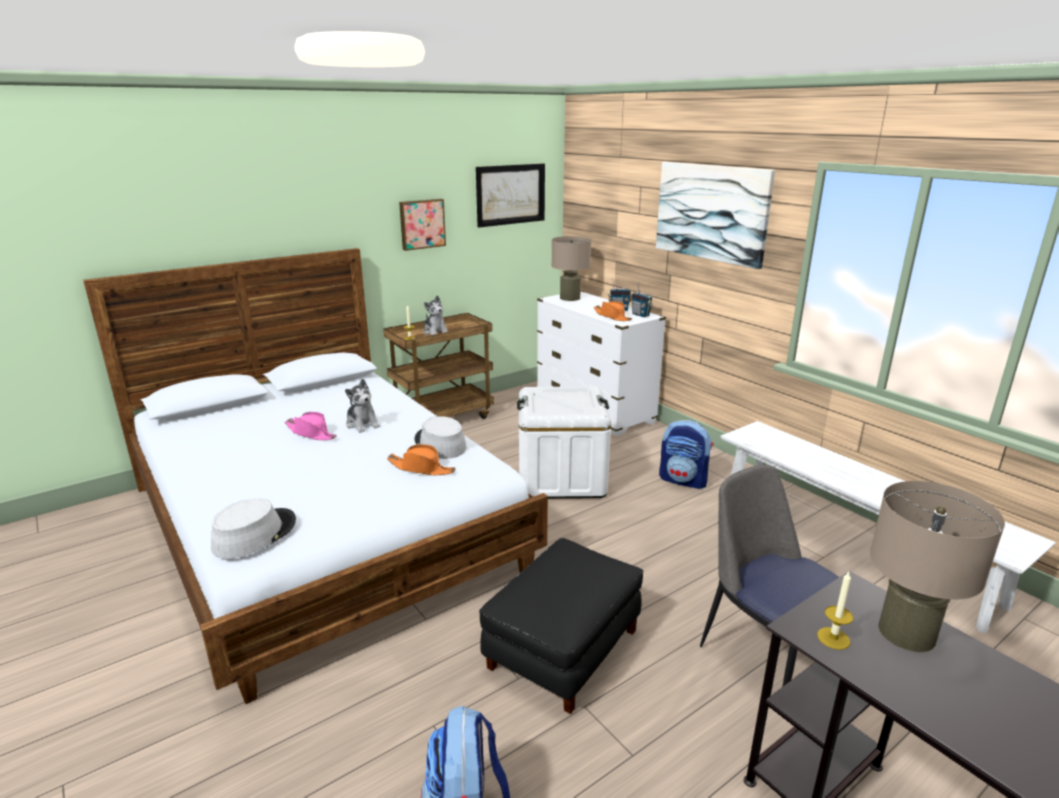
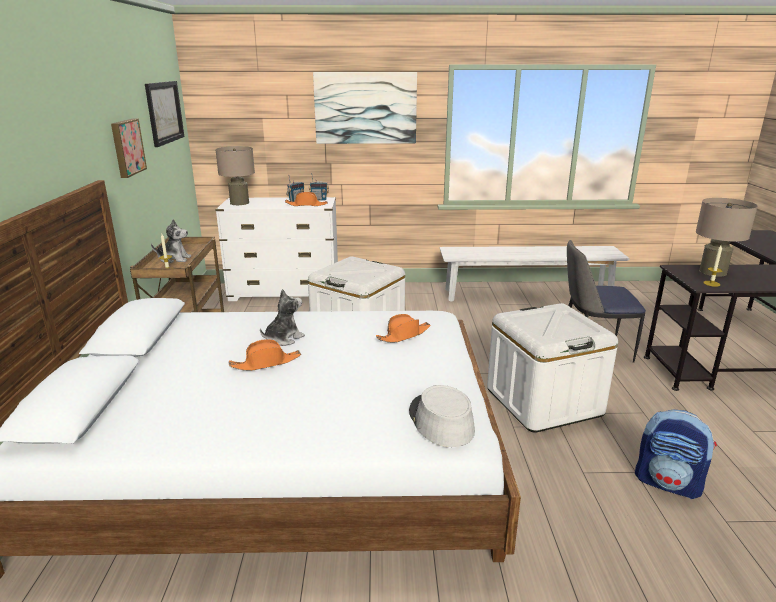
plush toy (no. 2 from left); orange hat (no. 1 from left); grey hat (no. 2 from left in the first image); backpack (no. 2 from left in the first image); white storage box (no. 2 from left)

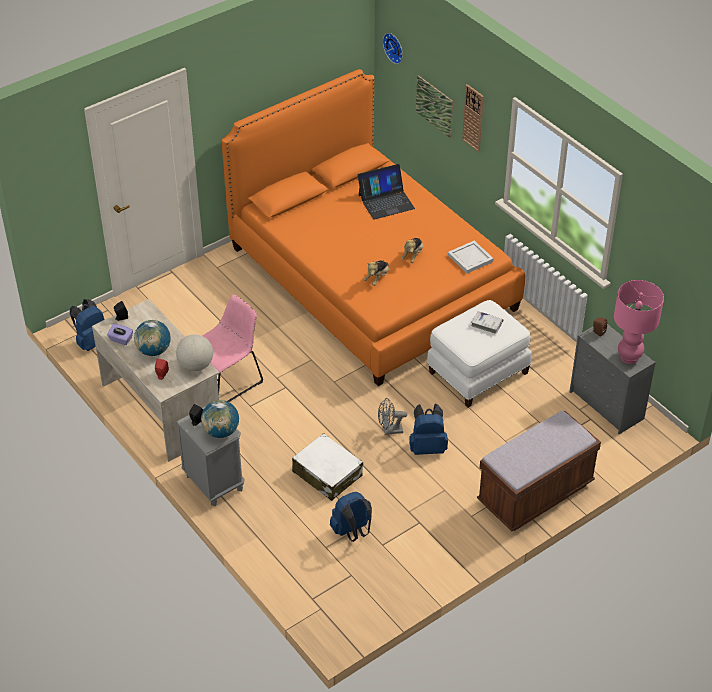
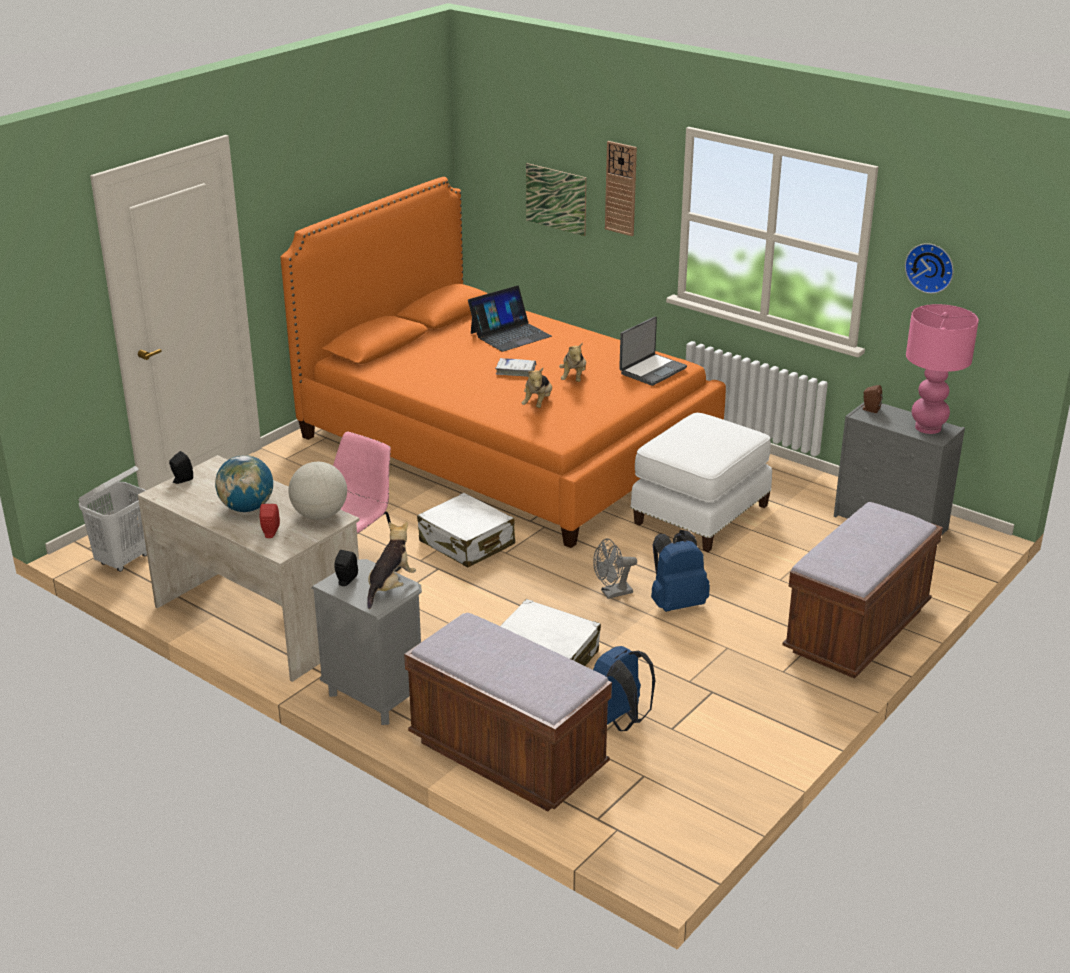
wall clock (no. 2 from left); laptop (no. 2 from left); white laundry basket; white book; purple tissue box; plush toy (no. 1 from left); white suitcase (no. 1 from left); brown bench (no. 1 from left)

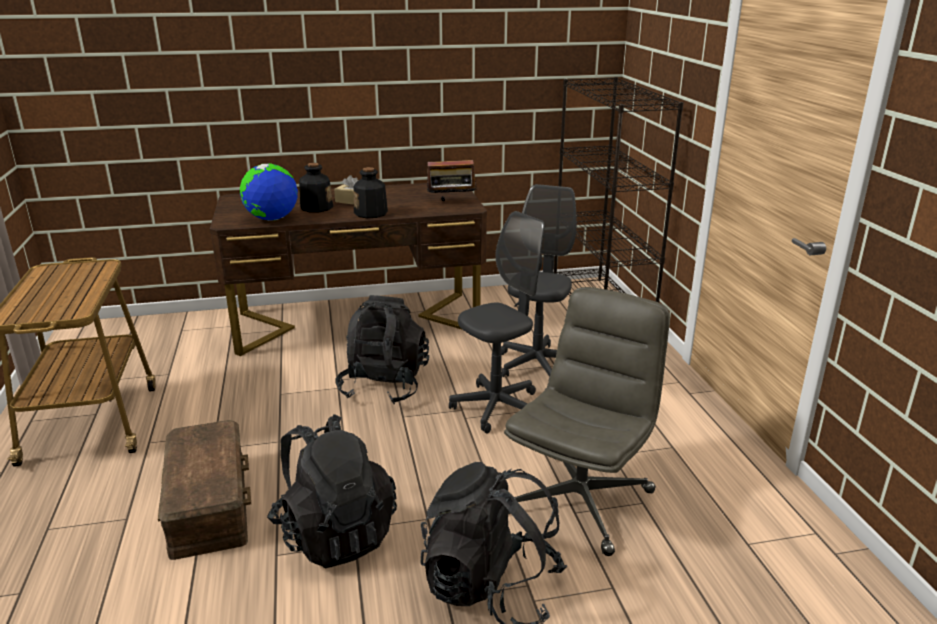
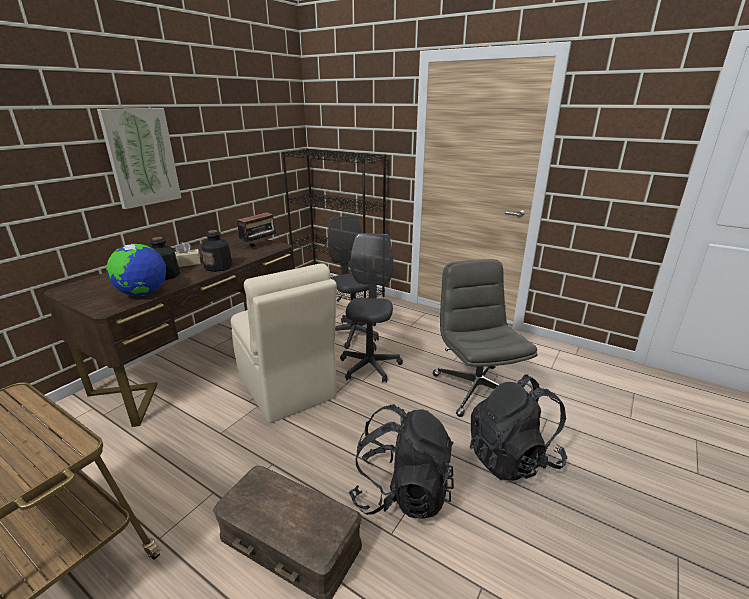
beige chair; picture

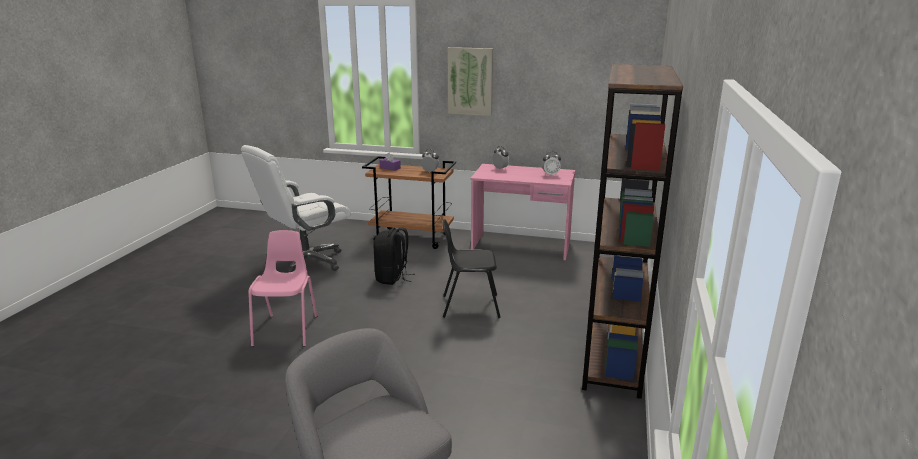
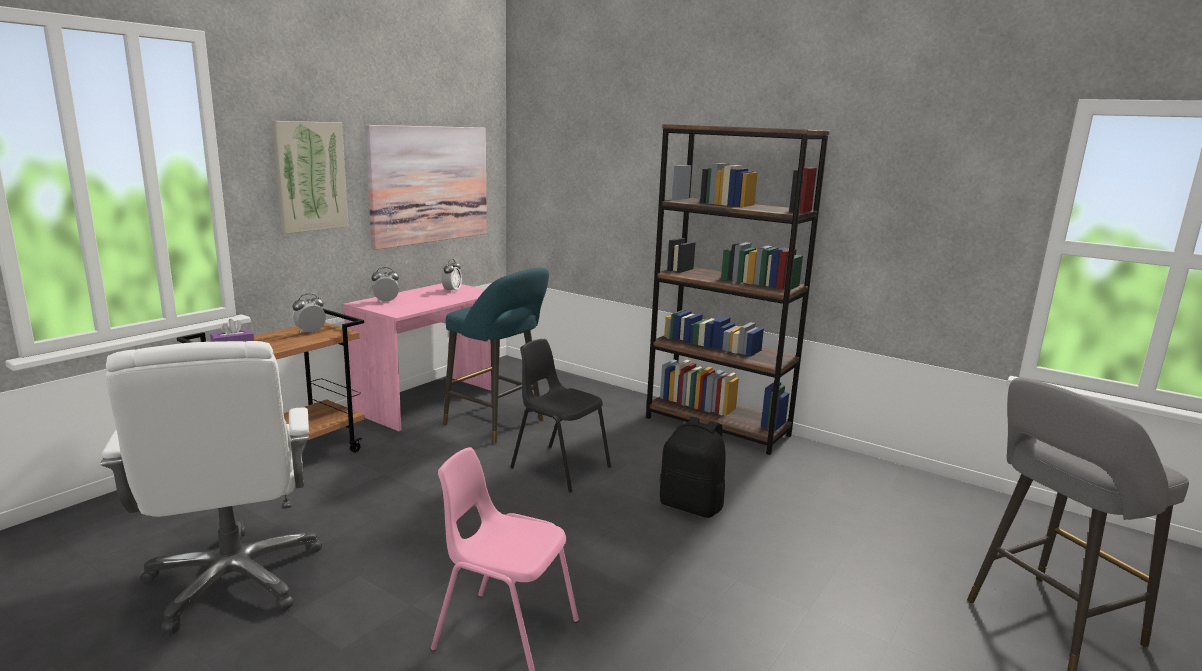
black chair; black backpack; picture (no. 2 from left); turquoise stool

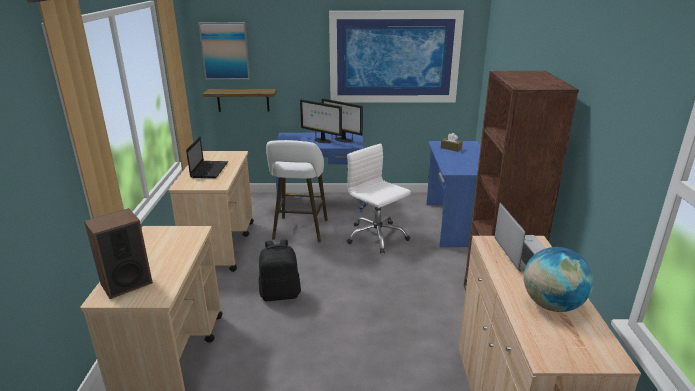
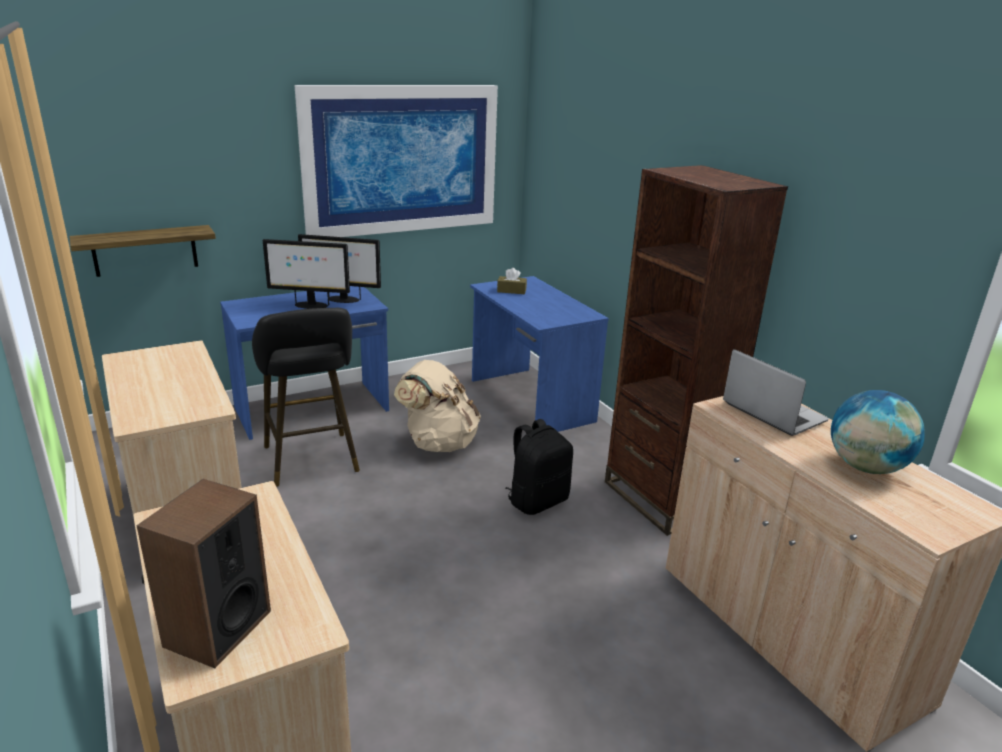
picture (no. 1 from left in the first image); laptop (no. 1 from left in the first image); black stool; beige backpack; black backpack

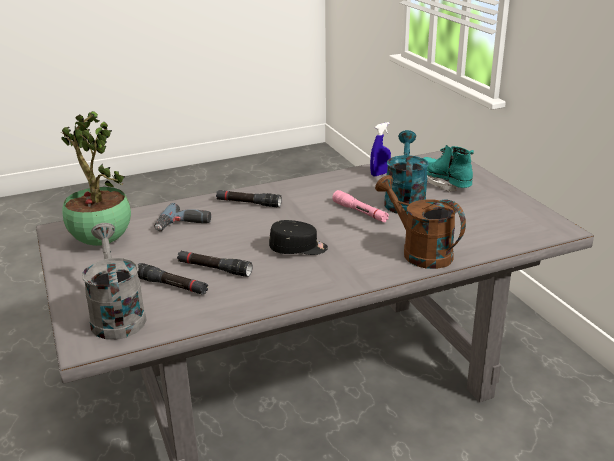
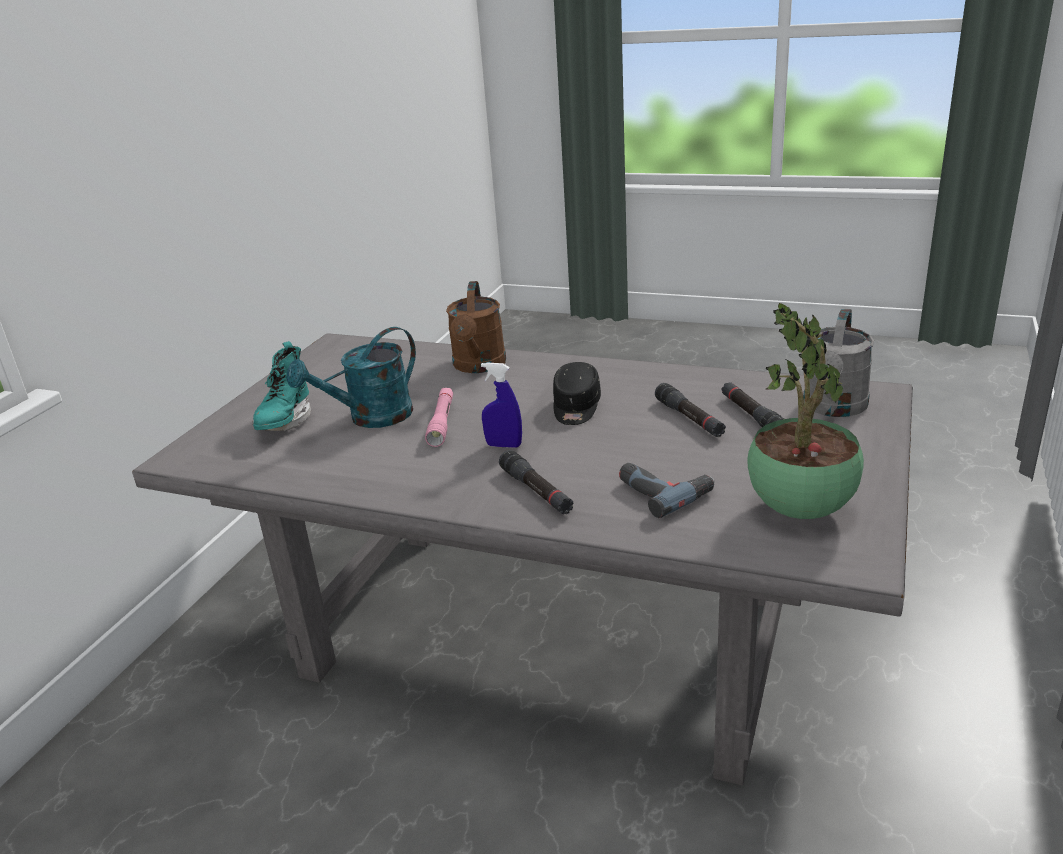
blue spray bottle; black cap

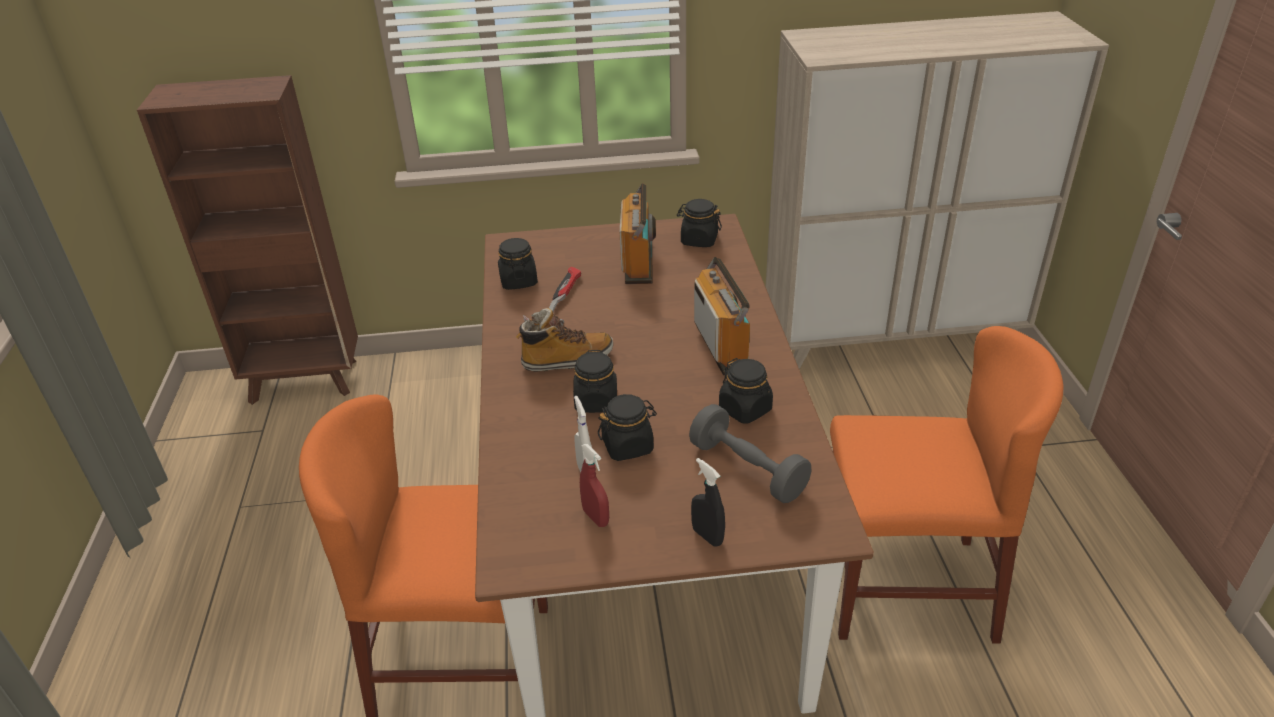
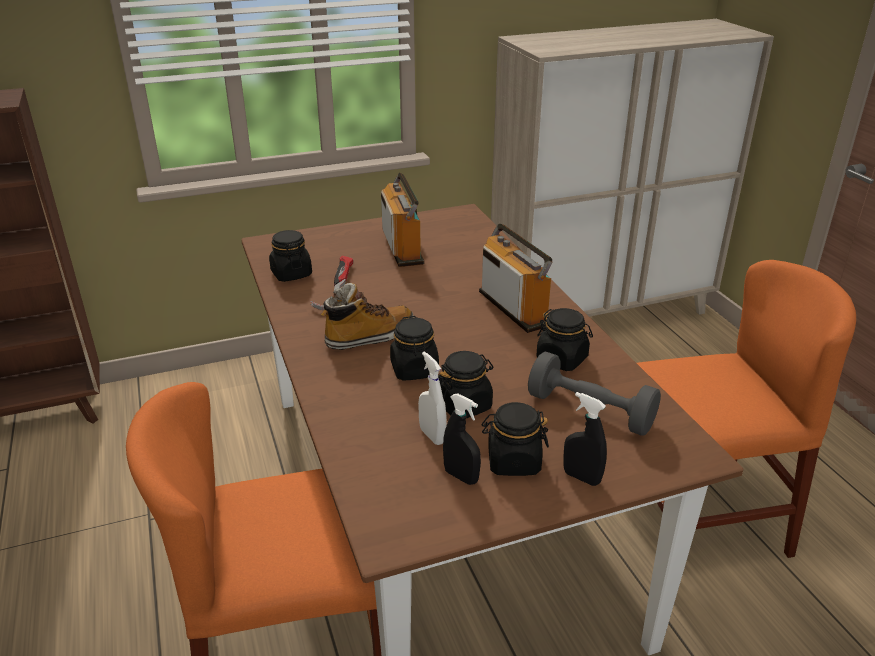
black jar (no. 4 from left); black spray bottle (no. 1 from left)

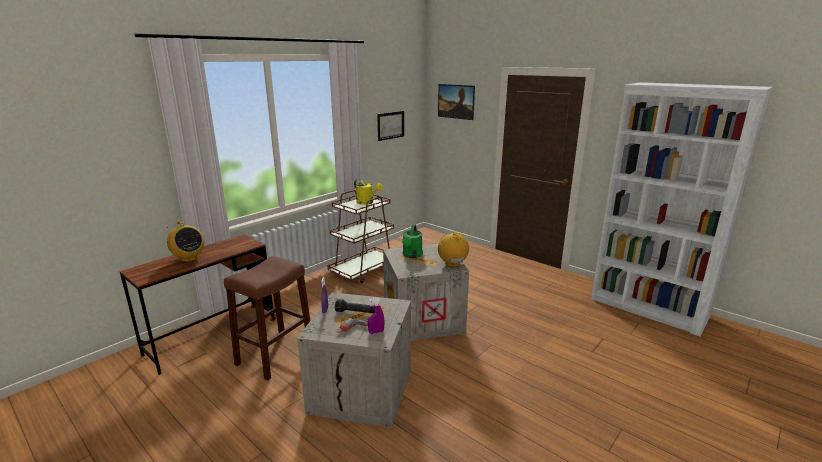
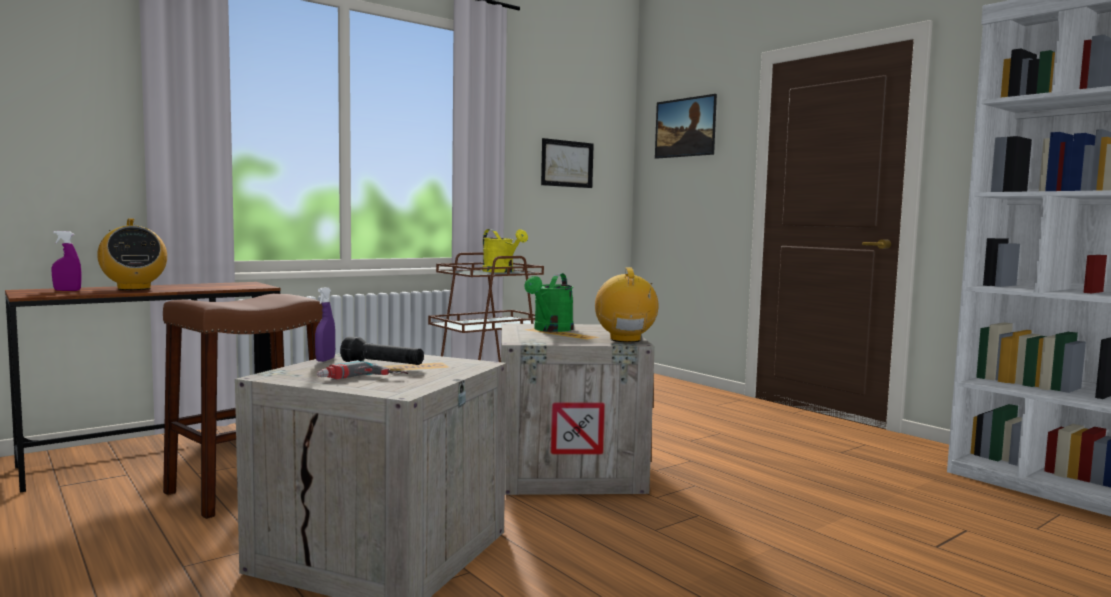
purple spray bottle (no. 1 from left)

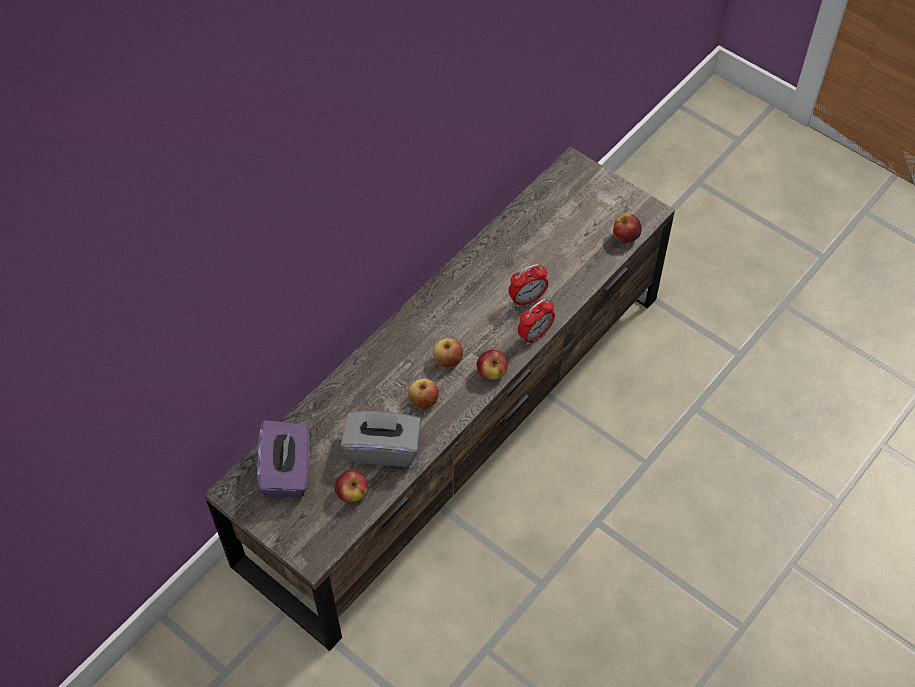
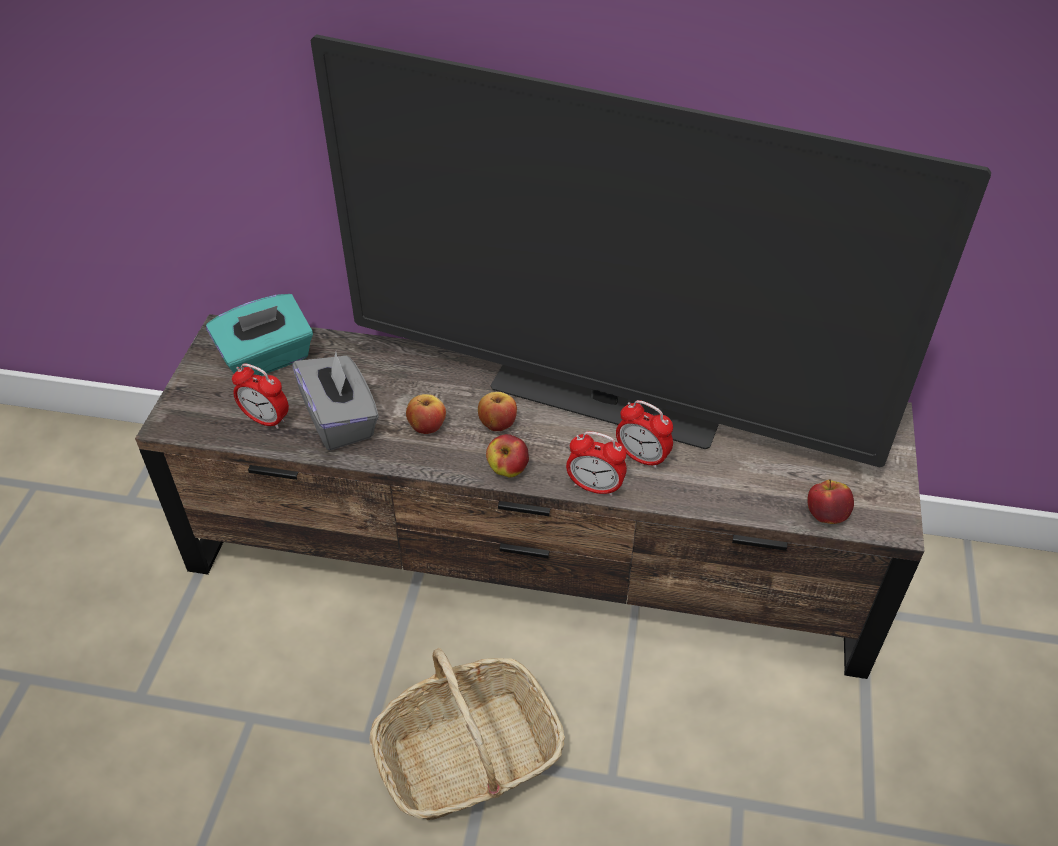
turquoise tissue box; alarm clock (no. 1 from left); television; basket

